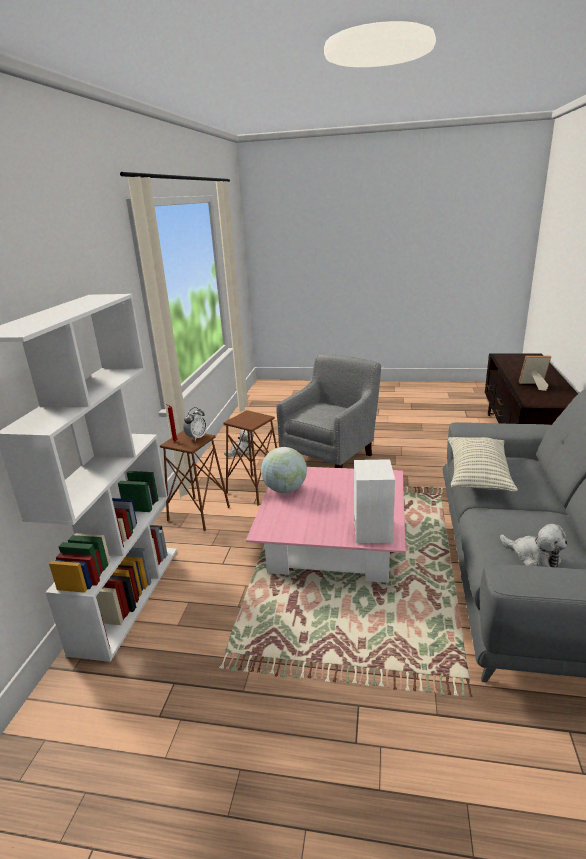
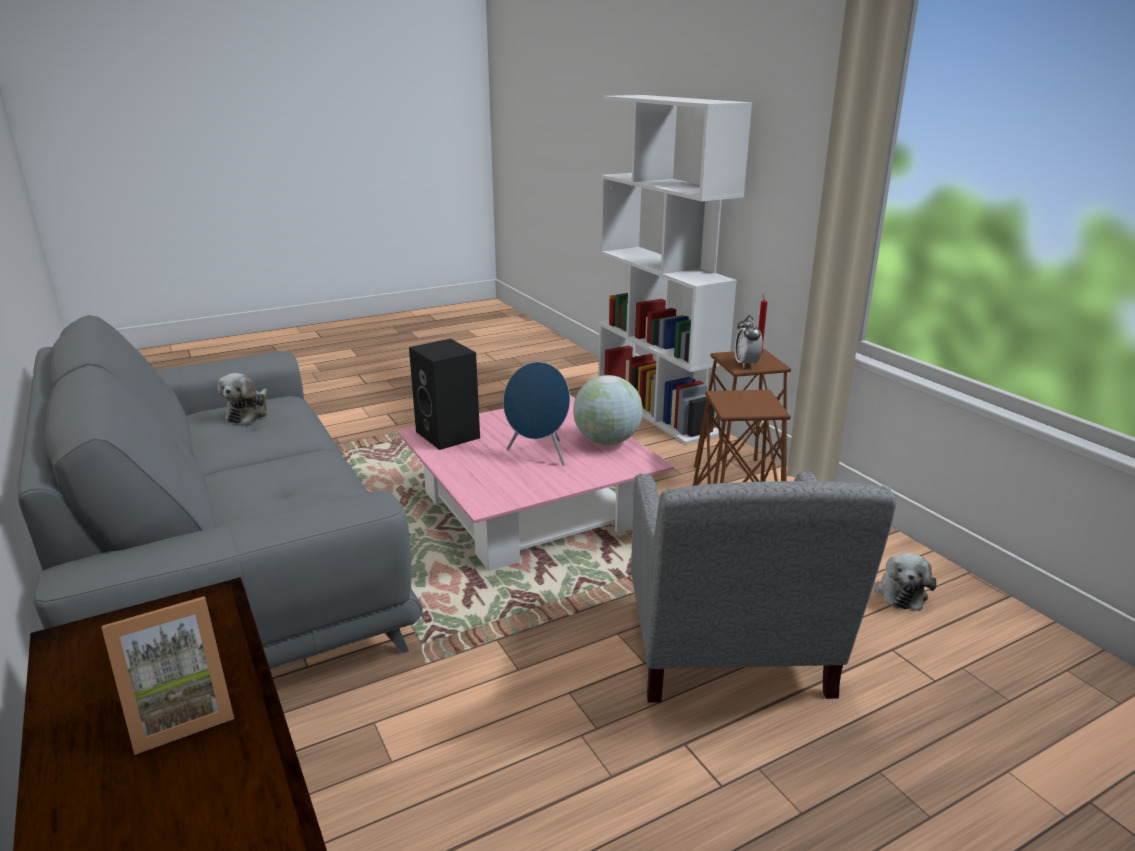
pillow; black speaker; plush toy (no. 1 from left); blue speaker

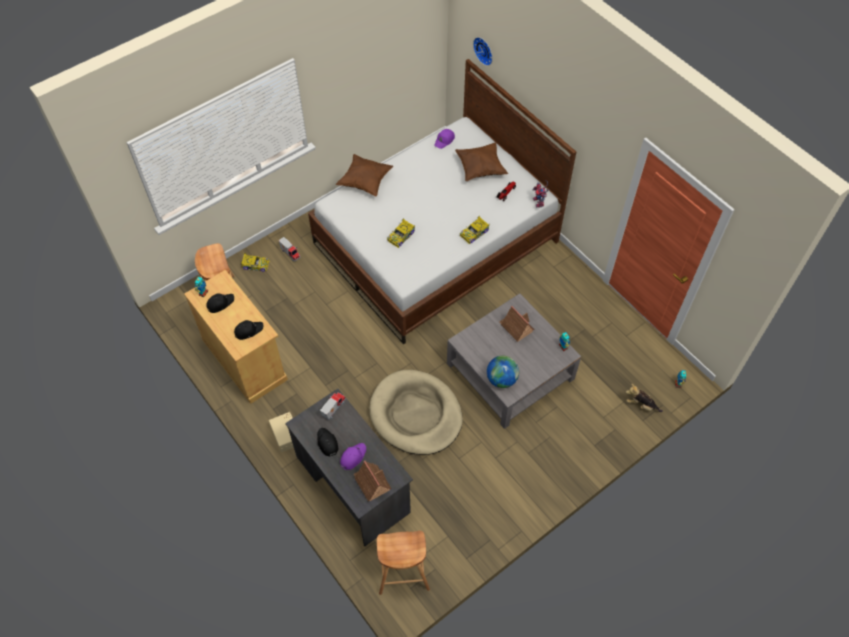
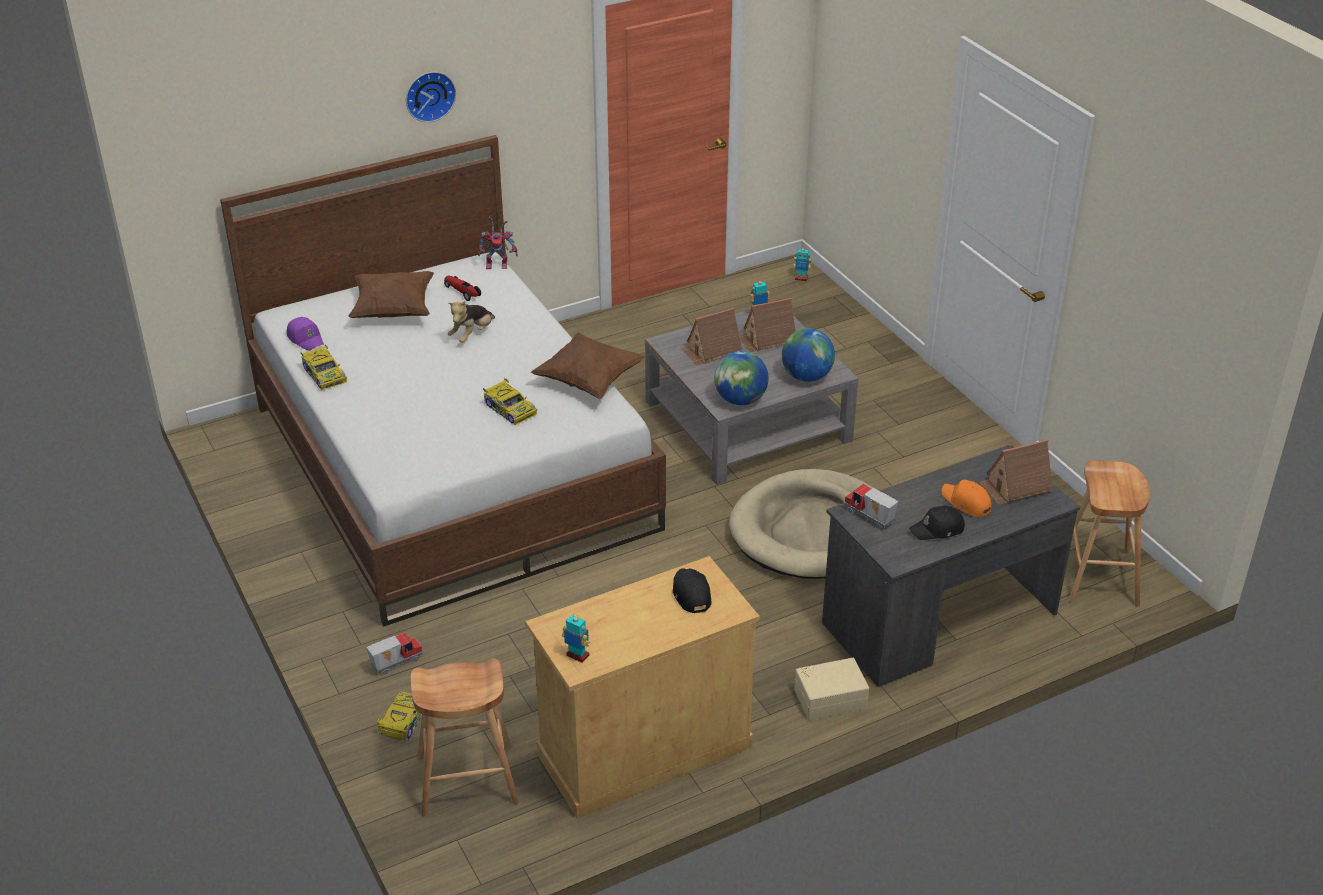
wall clock; brown pillow (no. 2 from left); toy car (no. 1 from left); black cap (no. 1 from left in the first image); plush toy; orange cap; toy house (no. 2 from left); globe (no. 1 from left)

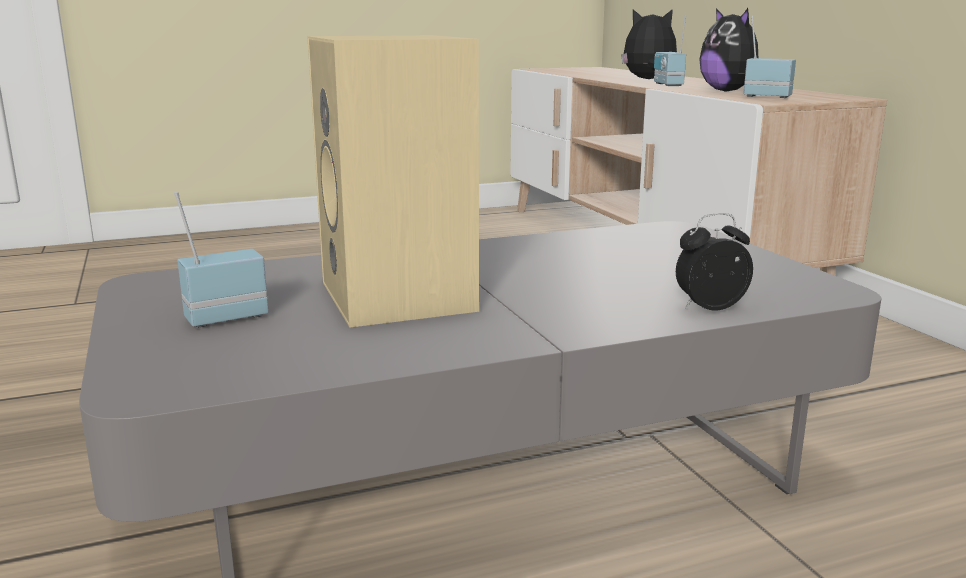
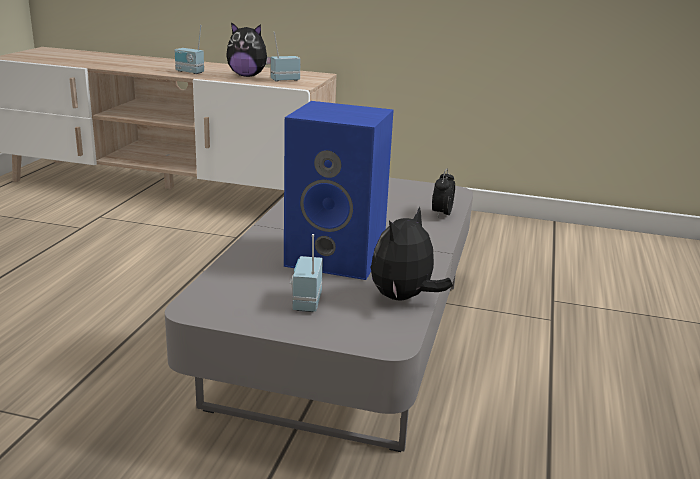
plush toy (no. 2 from left); blue speaker

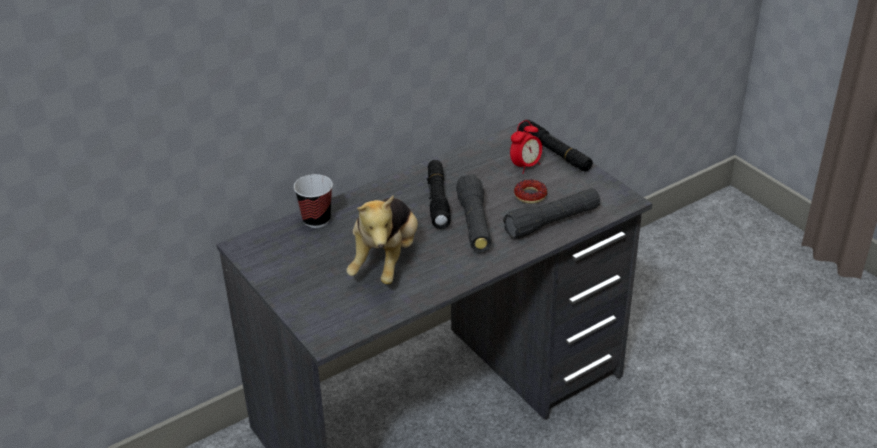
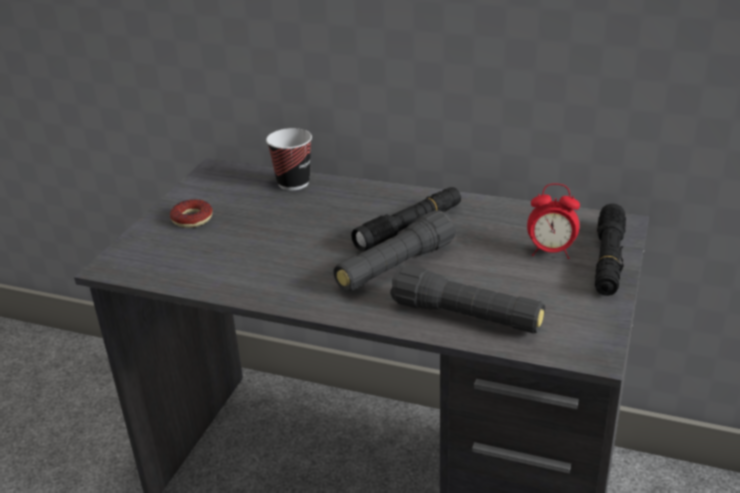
donut; plush toy

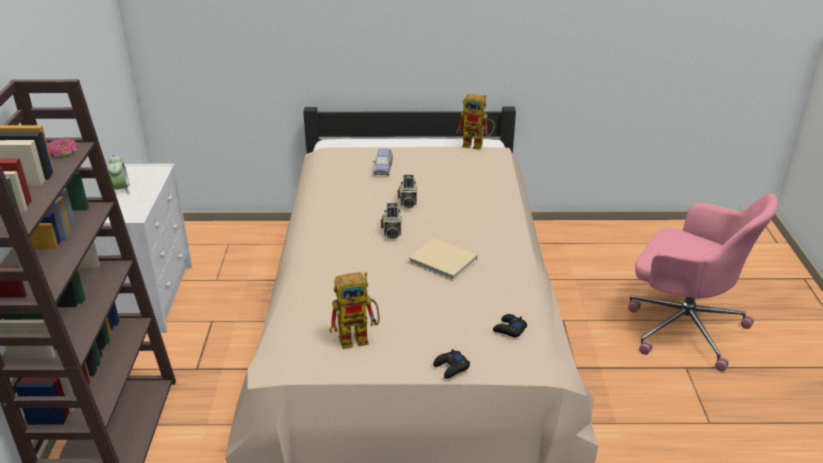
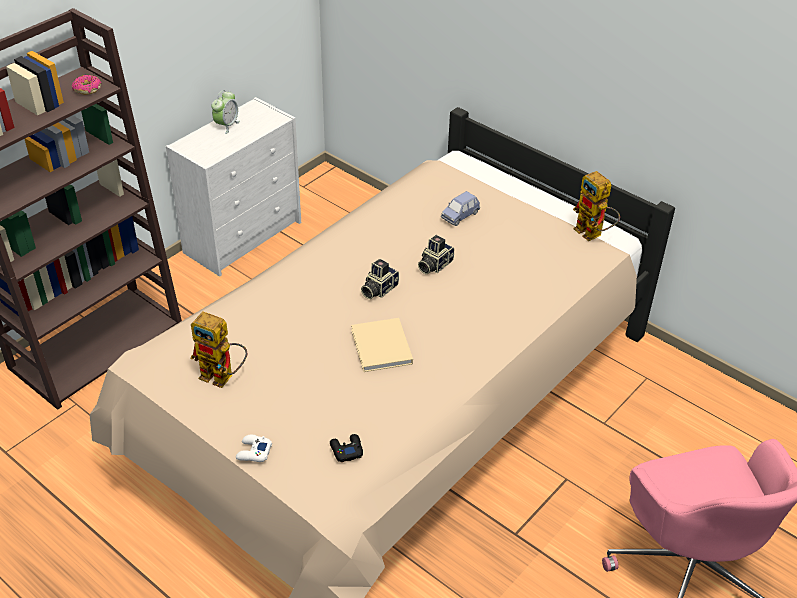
white game controller

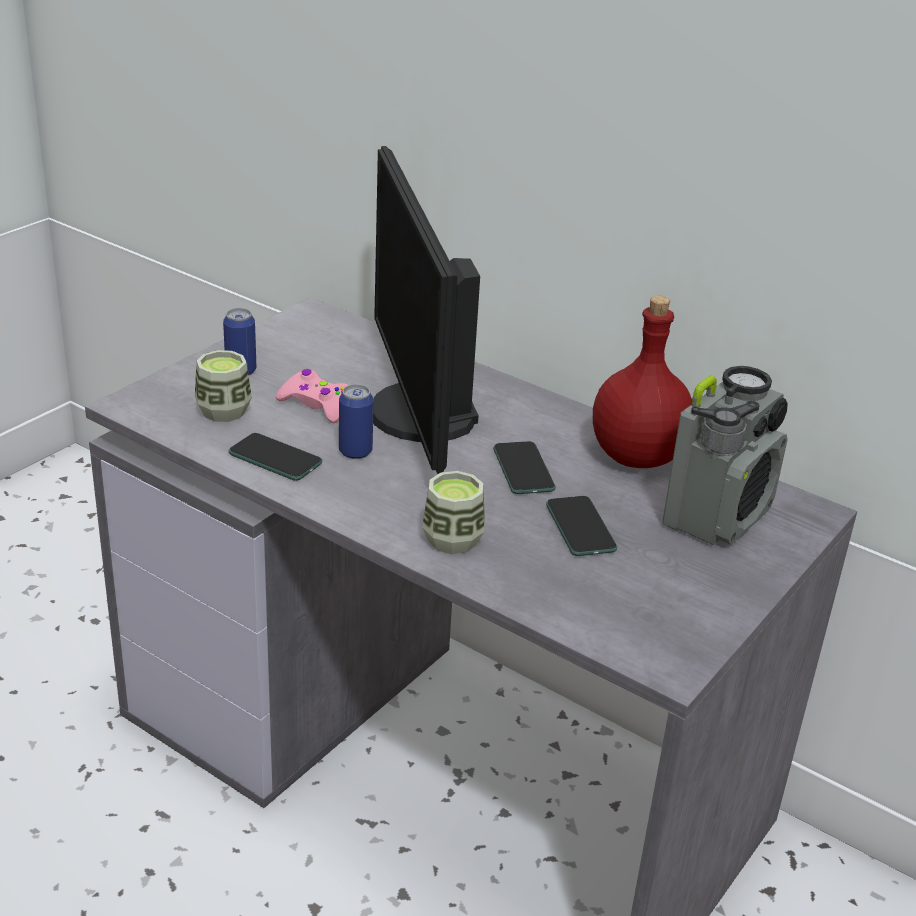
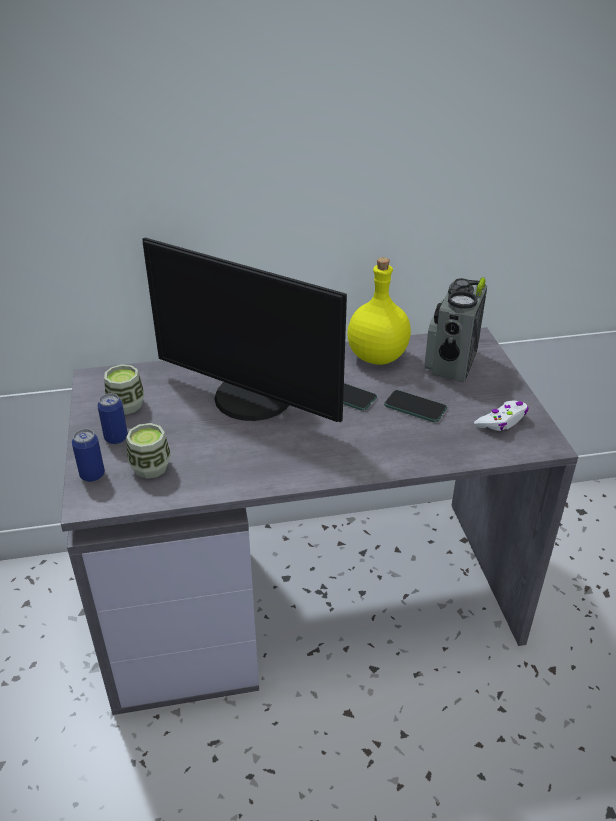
yellow bottle; radio; pink game controller; can (no. 1 from left); phone (no. 1 from left in the first image); cup (no. 1 from left); white game controller

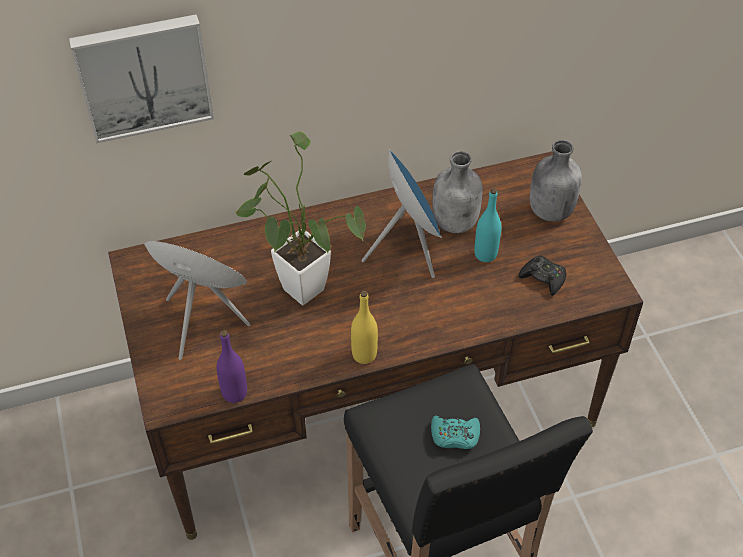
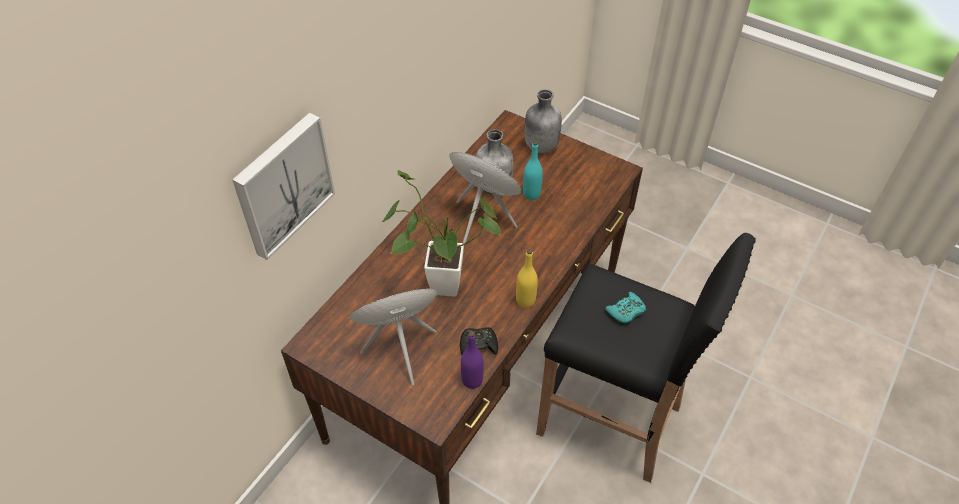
black game controller

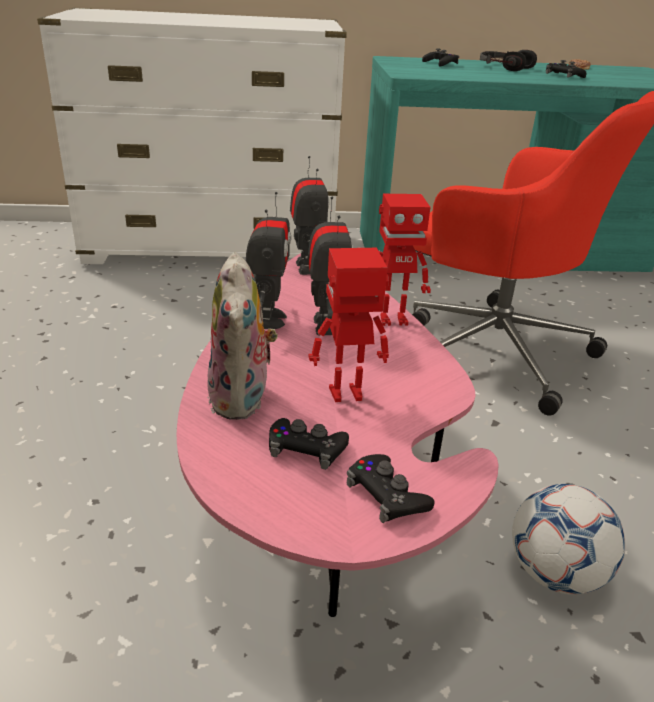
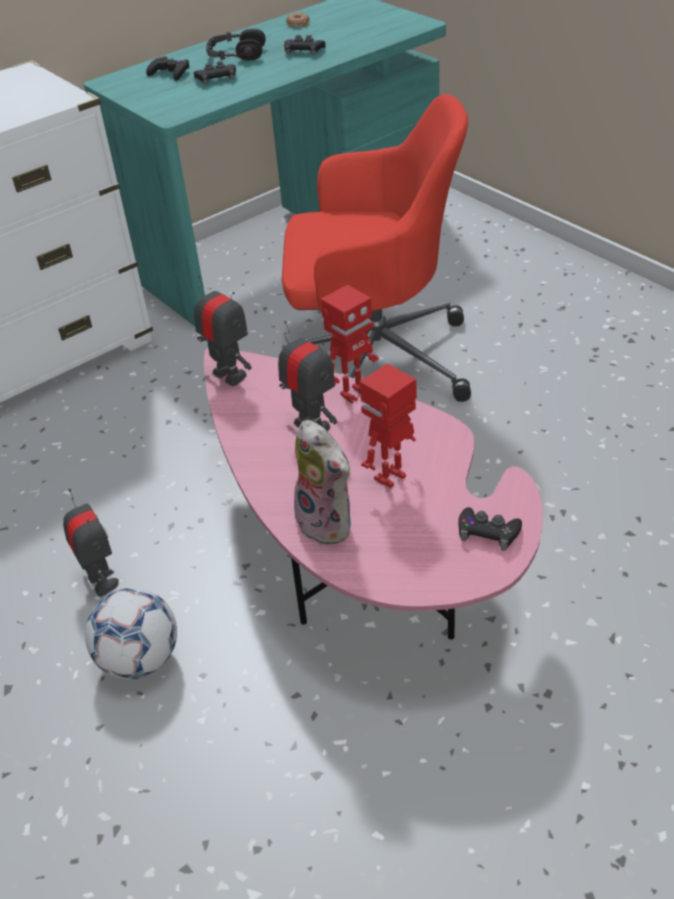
toy robot (no. 1 from left); black game controller (no. 2 from left); football

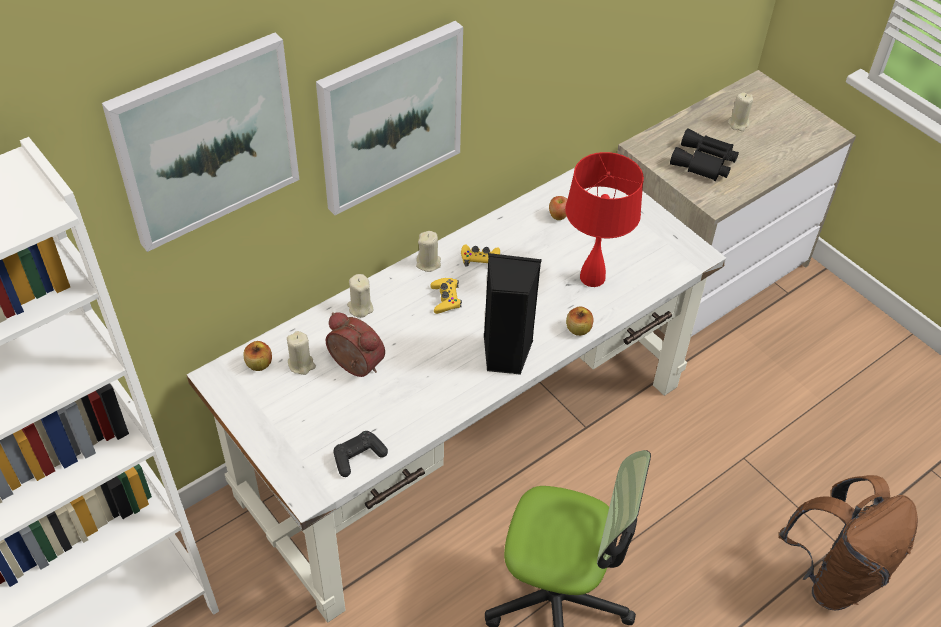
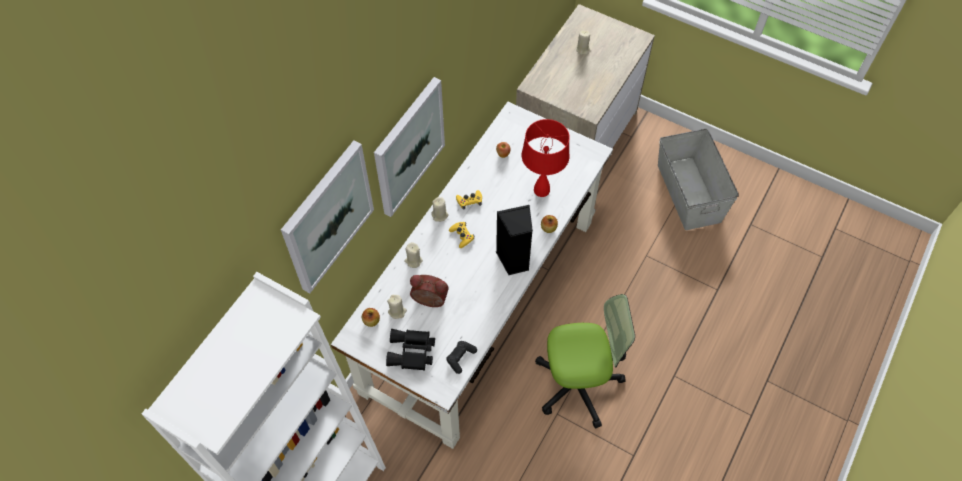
black binoculars; brown backpack; grey storage box

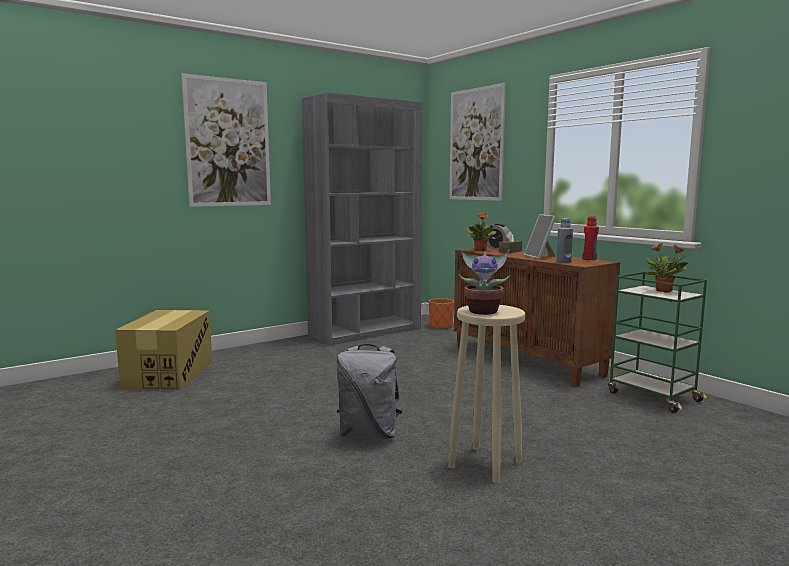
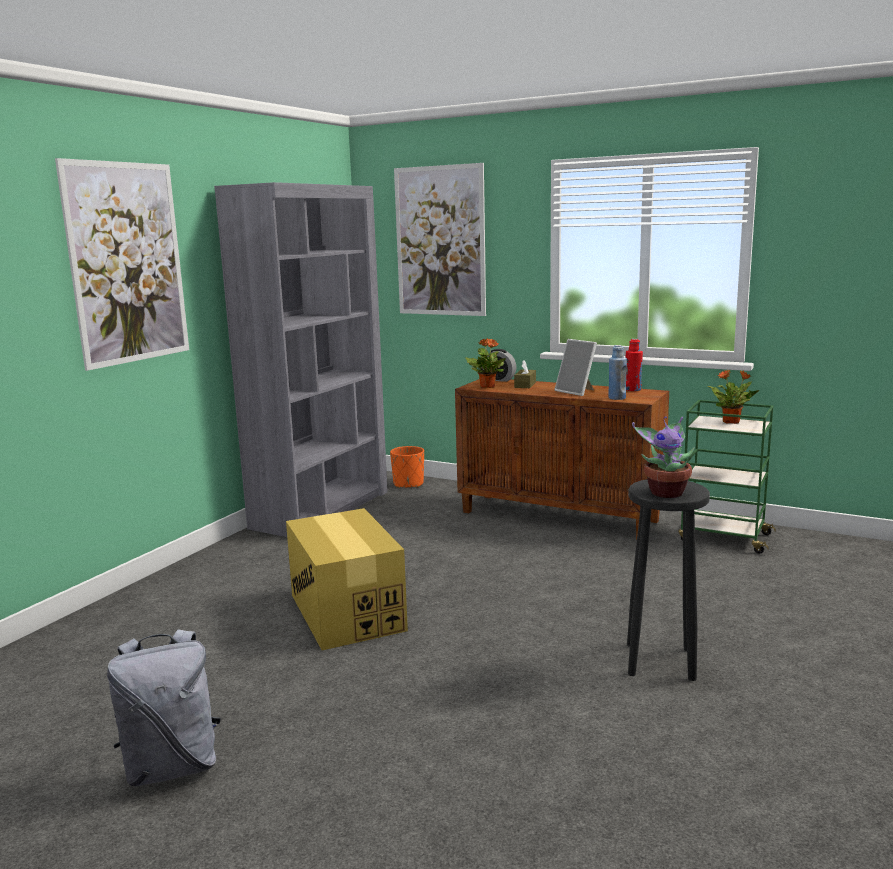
black stool; cardboard box; grey backpack

